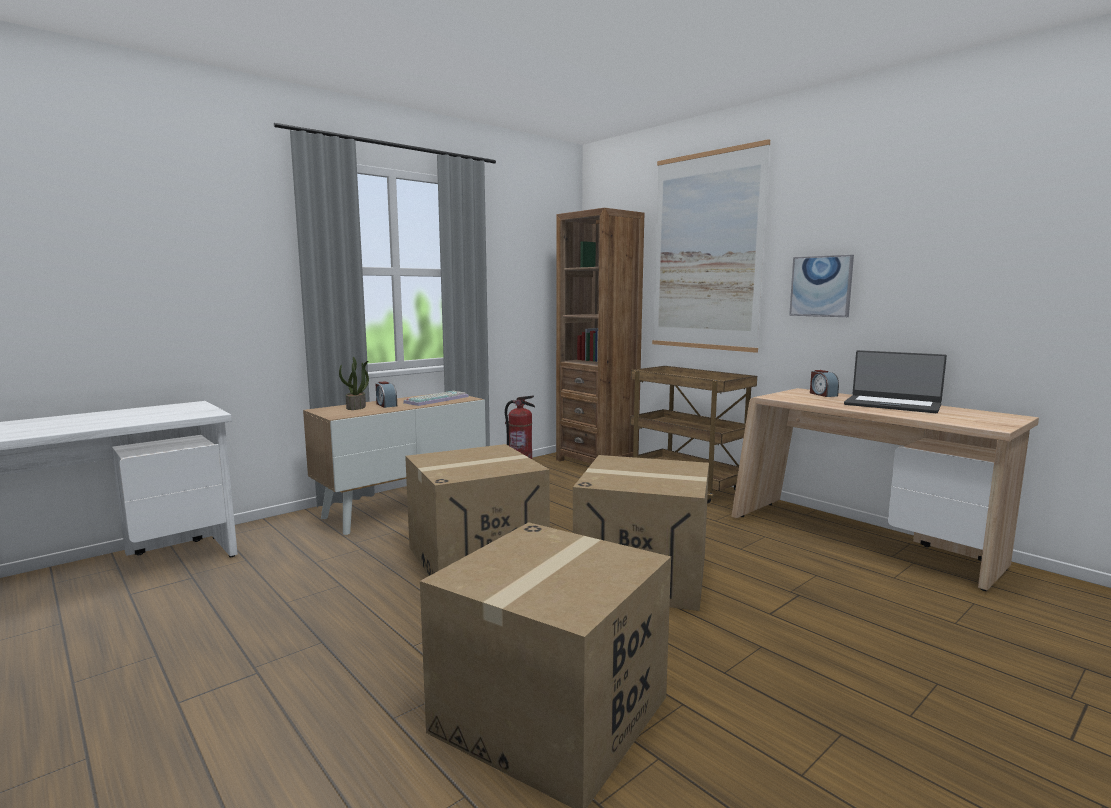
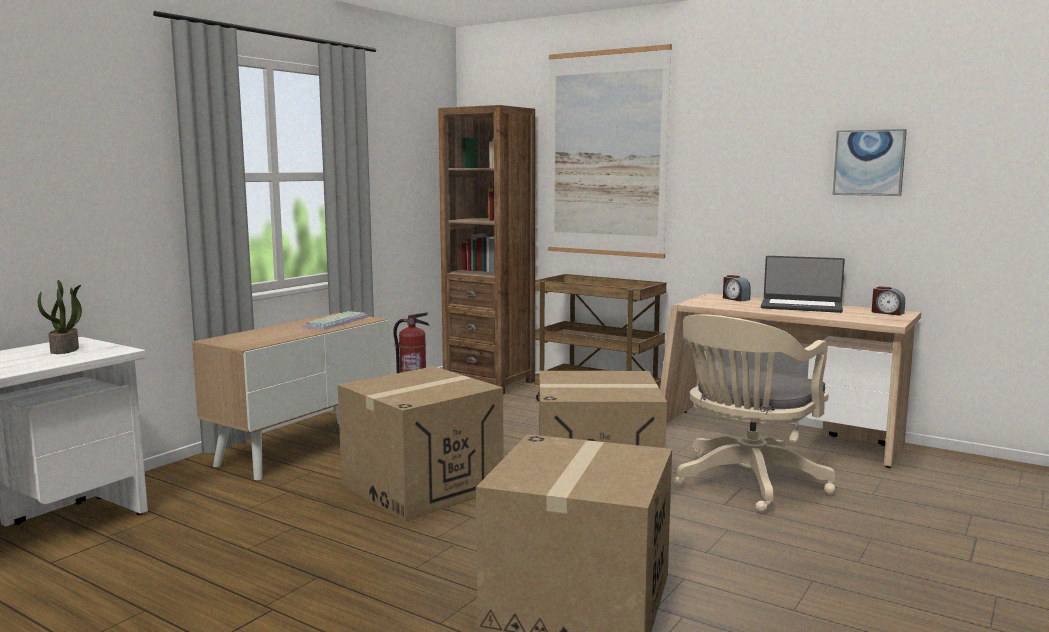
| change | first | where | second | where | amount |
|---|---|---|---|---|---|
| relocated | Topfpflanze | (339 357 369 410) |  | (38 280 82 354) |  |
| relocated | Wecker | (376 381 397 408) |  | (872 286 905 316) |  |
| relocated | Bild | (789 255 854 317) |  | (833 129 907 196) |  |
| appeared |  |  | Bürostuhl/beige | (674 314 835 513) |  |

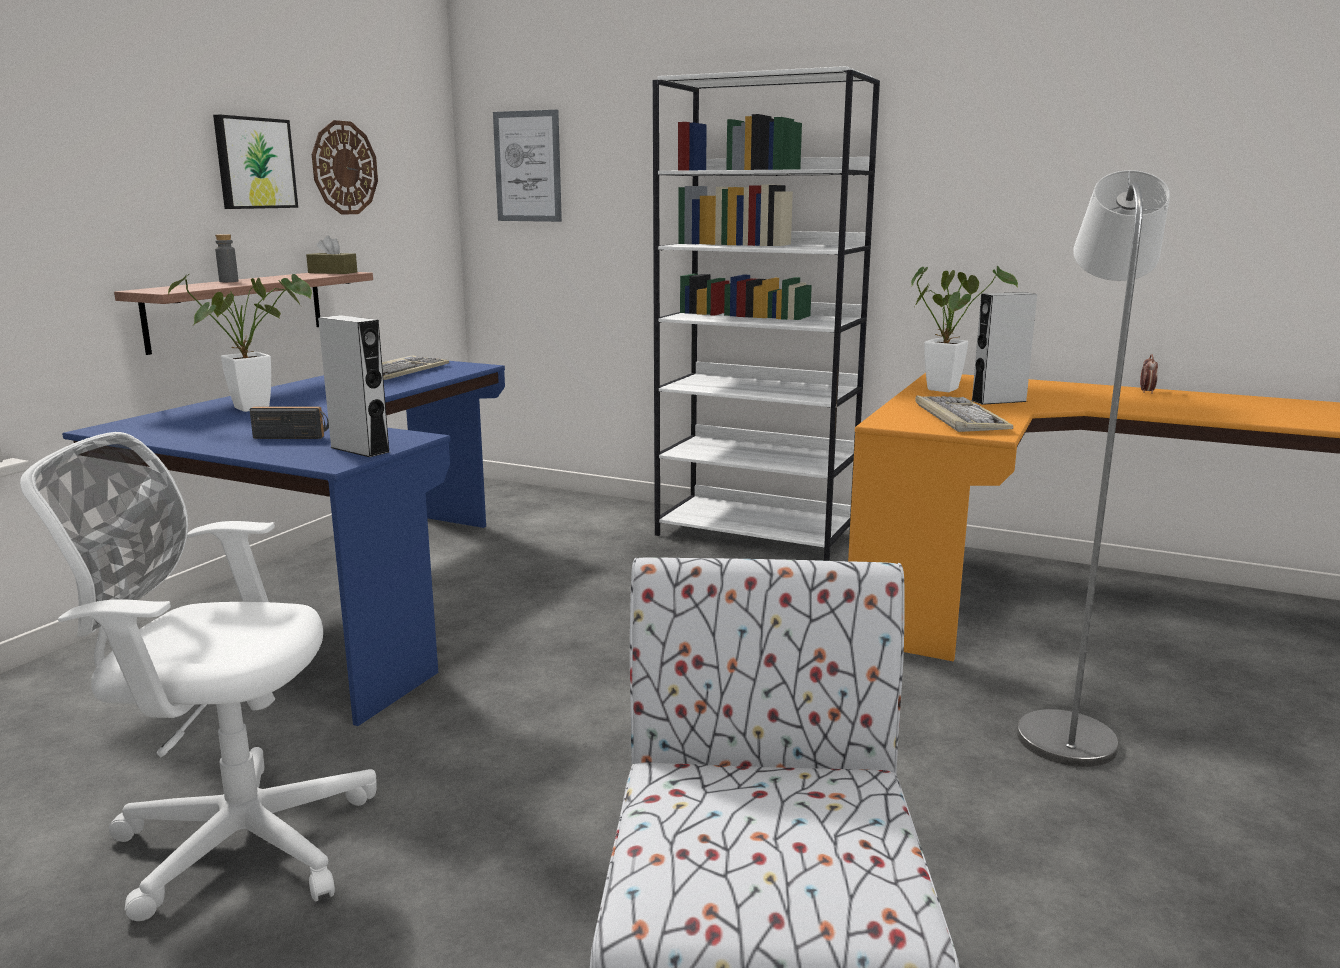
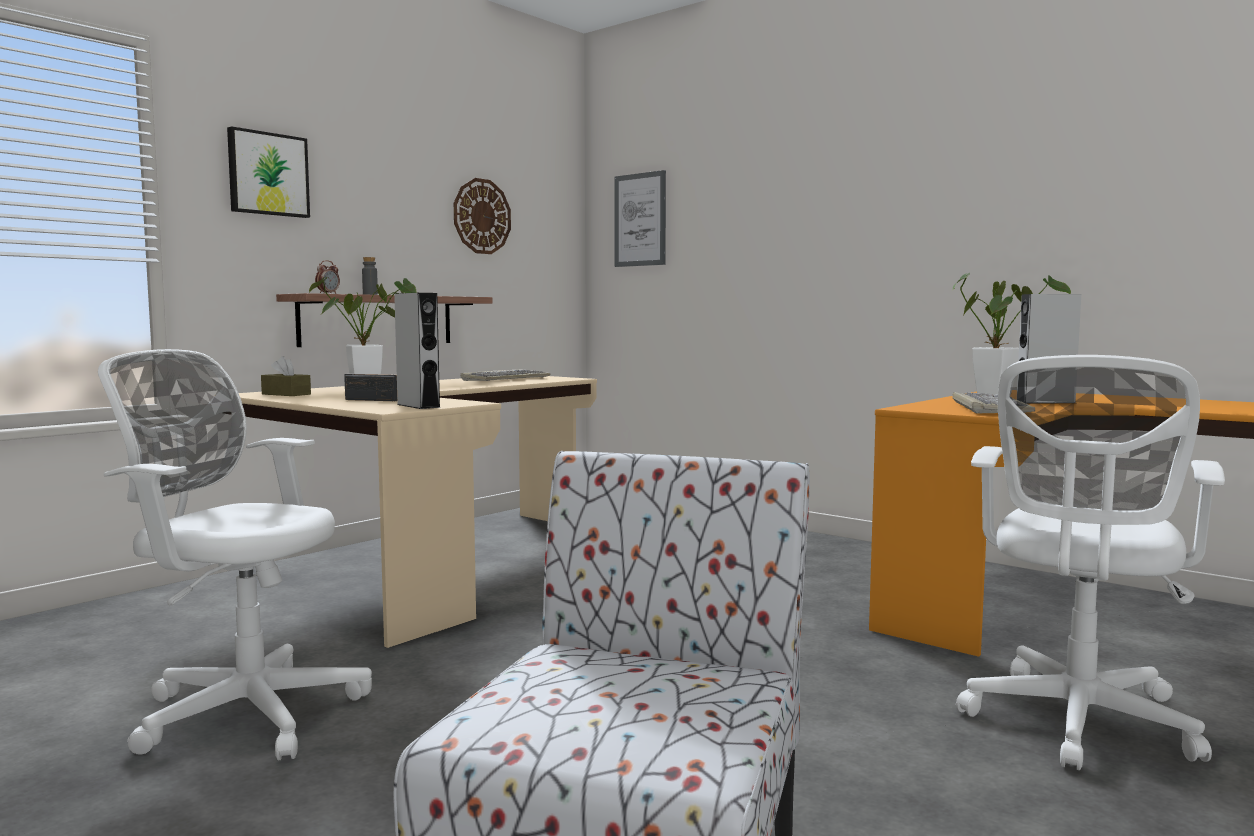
| change | first | where | second | where | amount |
|---|---|---|---|---|---|
| colour | Schreibtisch/blau | (62 361 505 726) | Schreibtisch/beige | (239 376 597 648) |  |
| relocated | Bild | (213 115 298 209) |  | (227 126 310 218) |  |
| relocated | Taschentuchbox/braun | (306 235 357 274) |  | (261 356 311 396) |  |
| missing | Bücherregal/weiß | (653 66 880 561) |  |  |  |
| exchanged | Stehlampe/grau | (1017 170 1170 767) | Bürostuhl/weiß | (956 355 1225 770) |  |
| relocated | Wecker | (1140 354 1158 394) |  | (315 260 340 294) |  |

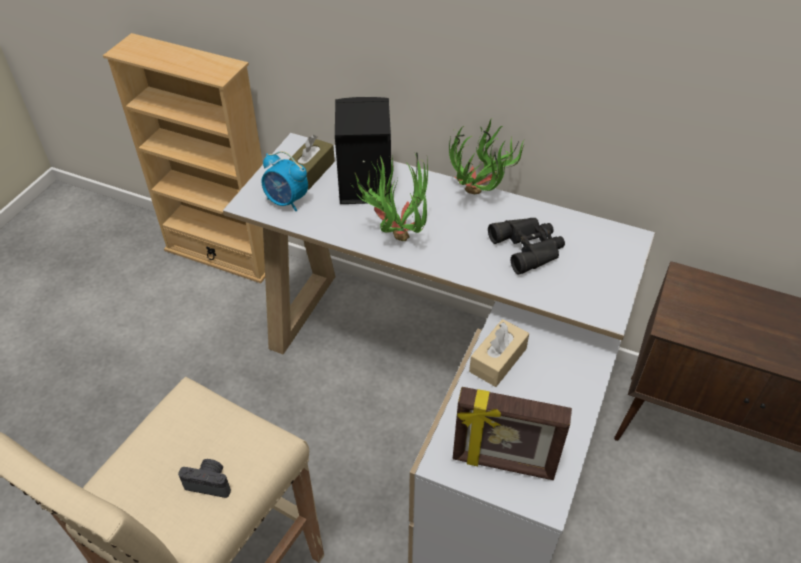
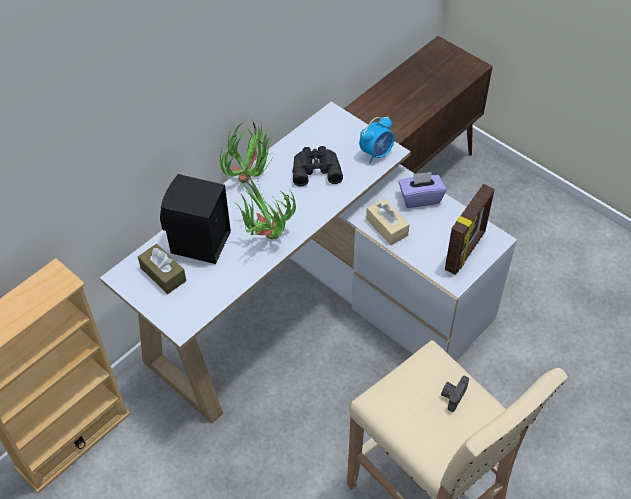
| change | first | where | second | where | amount |
|---|---|---|---|---|---|
| relocated | Wecker | (261 151 308 211) |  | (359 116 395 163) |  |
| appeared |  |  | Taschentuchbox/lila | (398 172 446 208) |  |

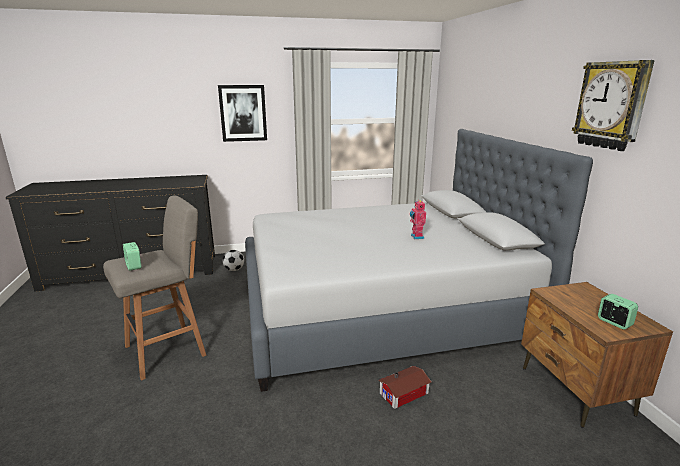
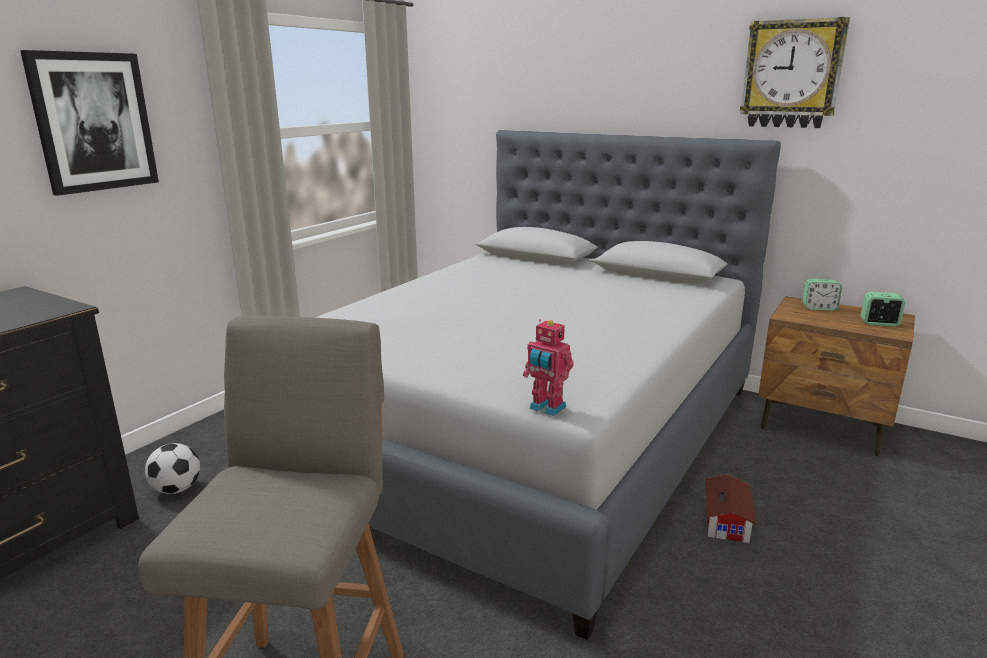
| change | first | where | second | where | amount |
|---|---|---|---|---|---|
| relocated | Wecker | (123 242 142 271) |  | (802 279 842 311) |  |
| relocated | Spielzeugroboter | (410 200 426 239) |  | (523 319 574 416) |  |

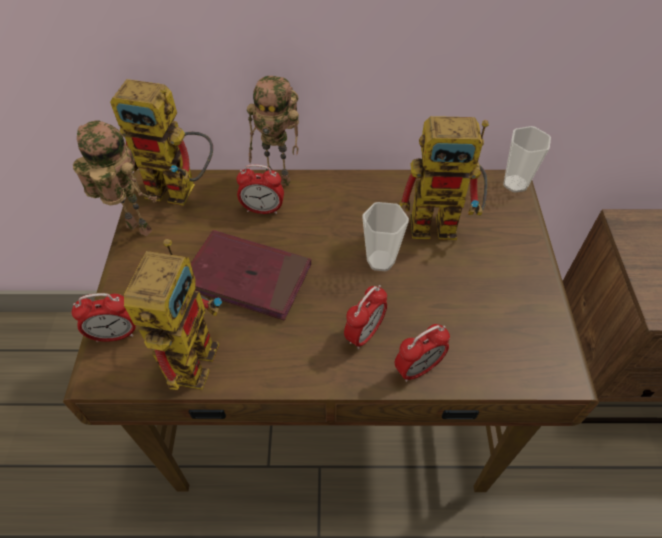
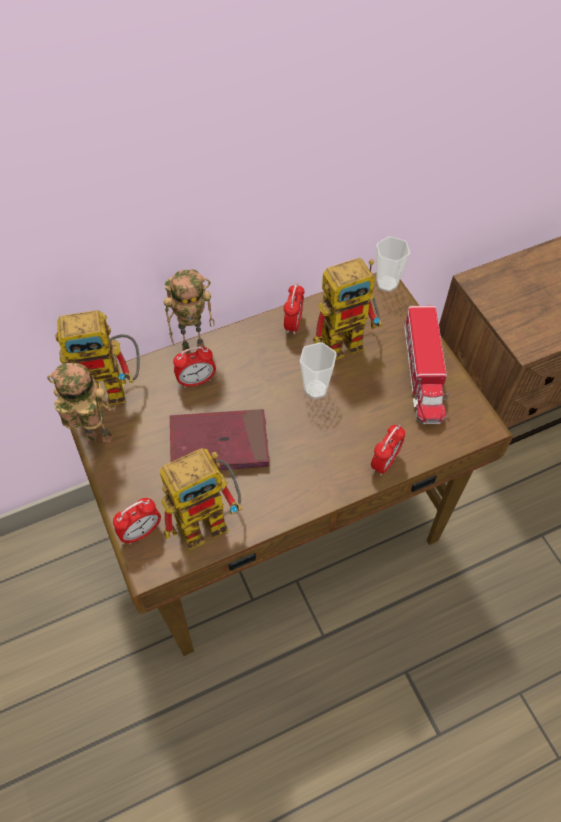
| change | first | where | second | where | amount |
|---|---|---|---|---|---|
| spun | Spielzeugroboter | (124 239 222 390) |  | (159 448 243 550) | 75 degrees clockwise |
| relocated | Wecker | (344 285 387 349) |  | (284 283 305 335) |  |
| appeared |  |  | Spielzeuglaster | (404 306 449 424) |  |

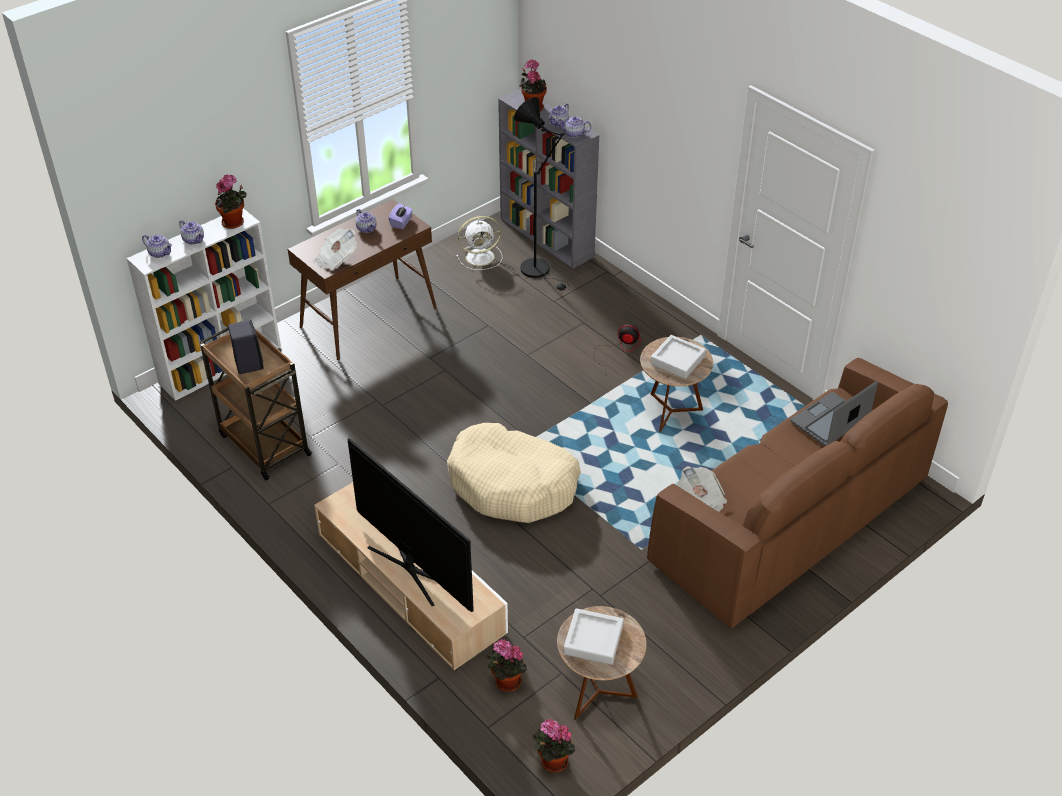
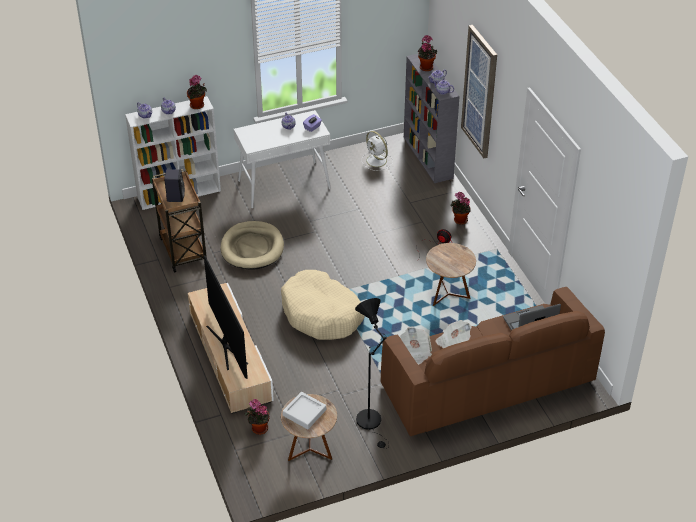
| change | first | where | second | where | amount |
|---|---|---|---|---|---|
| colour | Konsolentisch/braun | (288 199 437 360) | Konsolentisch/weiß | (234 110 331 208) |  |
| relocated | Zeitung | (313 228 357 270) |  | (436 320 472 348) |  |
| spun | Ventilator/weiß | (456 216 502 270) |  | (362 131 393 171) | 45 degrees clockwise |
| relocated | Stehlampe/schwarz | (514 97 570 290) |  | (355 298 389 449) |  |
| relocated | Topfpflanze | (532 719 575 773) |  | (451 192 471 225) |  |
| missing | Tablett/grau | (650 335 706 379) |  |  |  |
| appeared |  |  | Hundebett/beige | (221 221 284 270) |  |
| appeared |  |  | Bild | (461 25 497 158) |  |

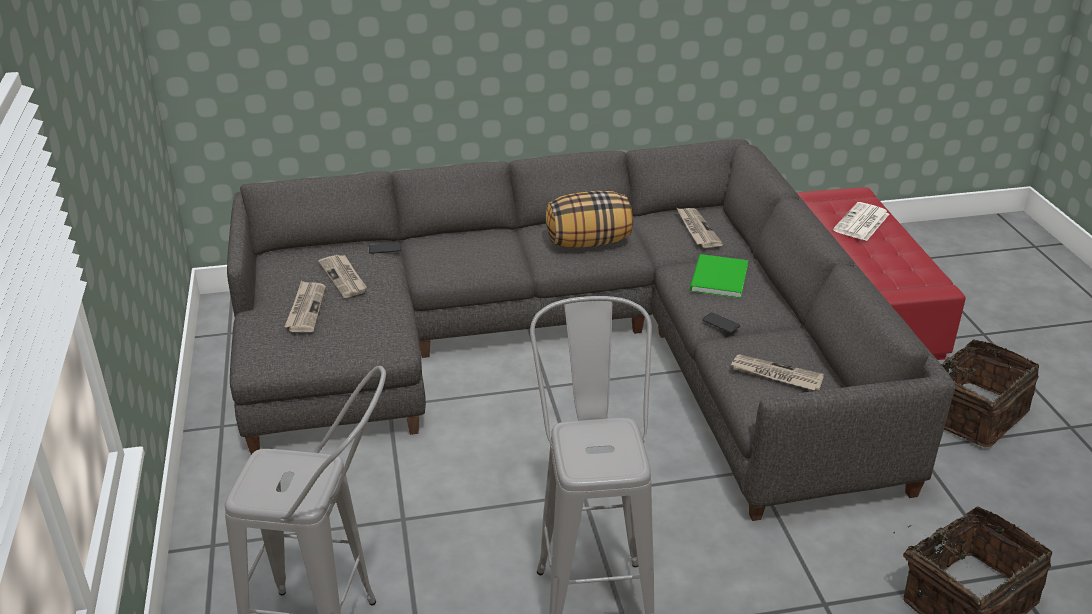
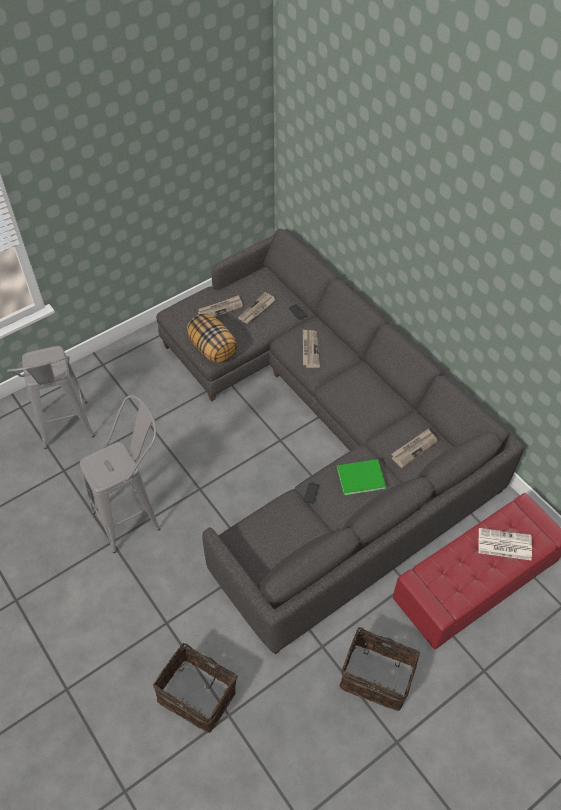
| change | first | where | second | where | amount |
|---|---|---|---|---|---|
| relocated | Kissen | (546 191 633 248) |  | (187 313 237 364) |  |
| relocated | Zeitung | (730 354 824 390) |  | (303 329 320 368) |  |

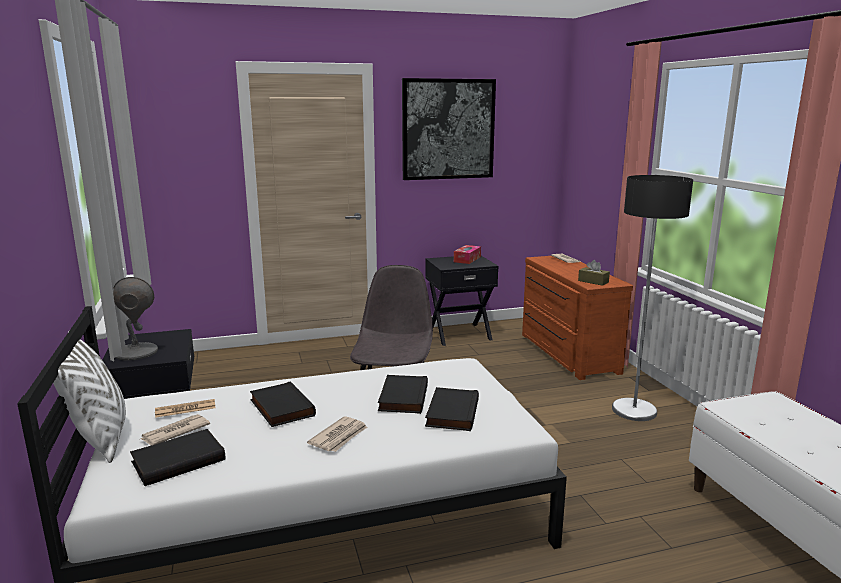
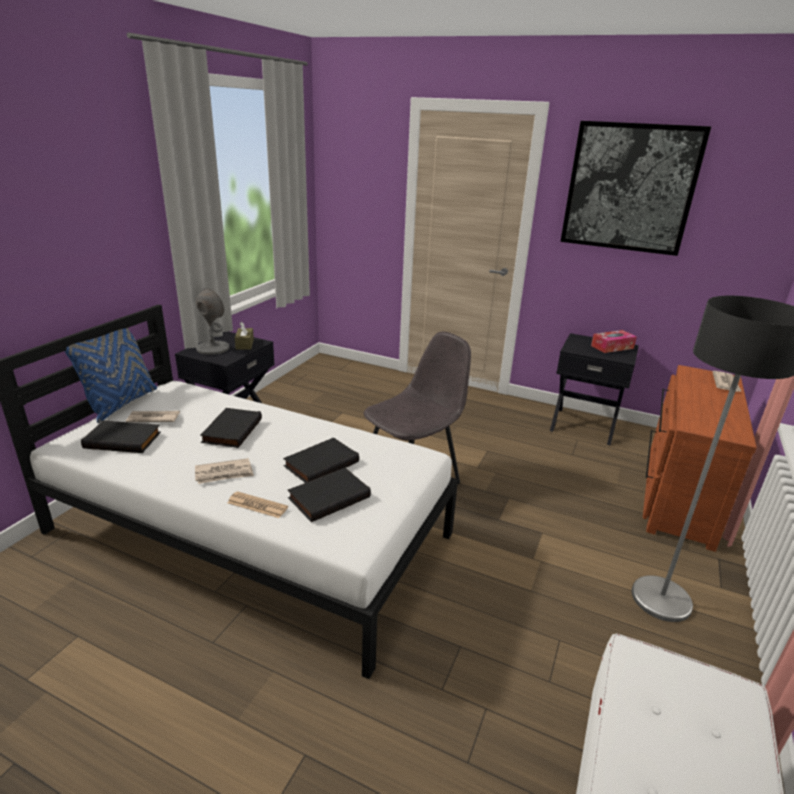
| change | first | where | second | where | amount |
|---|---|---|---|---|---|
| colour | Kissen/weiß | (53 330 126 463) | Kissen/blau | (65 328 157 423) |  |
| relocated | Zeitung | (155 399 216 418) |  | (228 491 288 518) |  |
| relocated | Taschentuchbox/braun | (578 260 610 286) |  | (235 321 254 350) |  |

